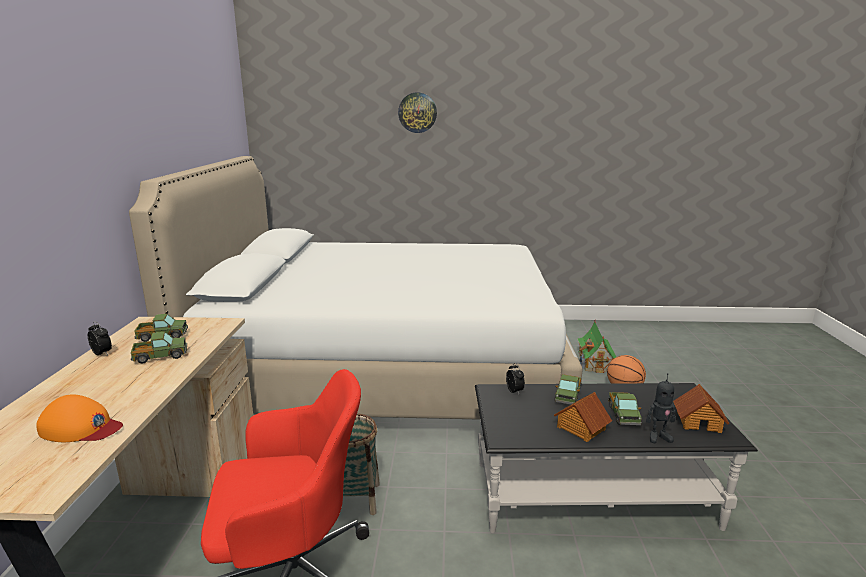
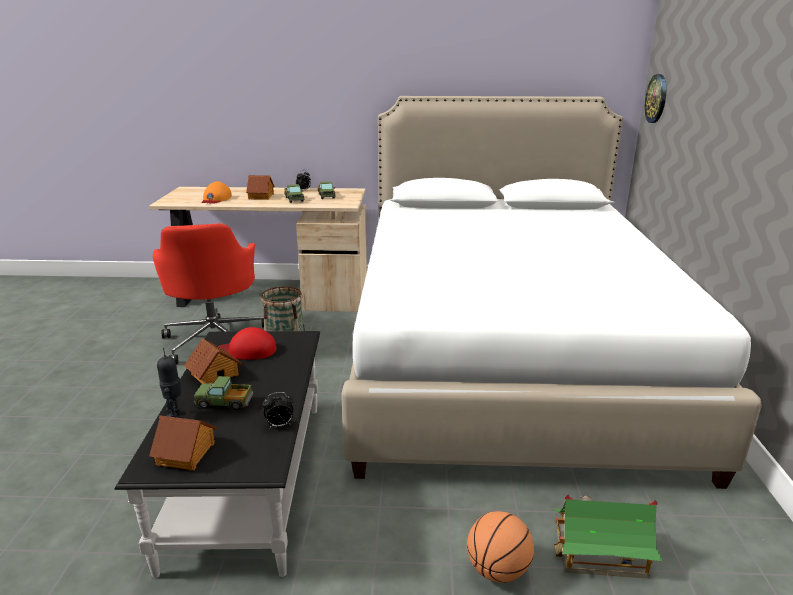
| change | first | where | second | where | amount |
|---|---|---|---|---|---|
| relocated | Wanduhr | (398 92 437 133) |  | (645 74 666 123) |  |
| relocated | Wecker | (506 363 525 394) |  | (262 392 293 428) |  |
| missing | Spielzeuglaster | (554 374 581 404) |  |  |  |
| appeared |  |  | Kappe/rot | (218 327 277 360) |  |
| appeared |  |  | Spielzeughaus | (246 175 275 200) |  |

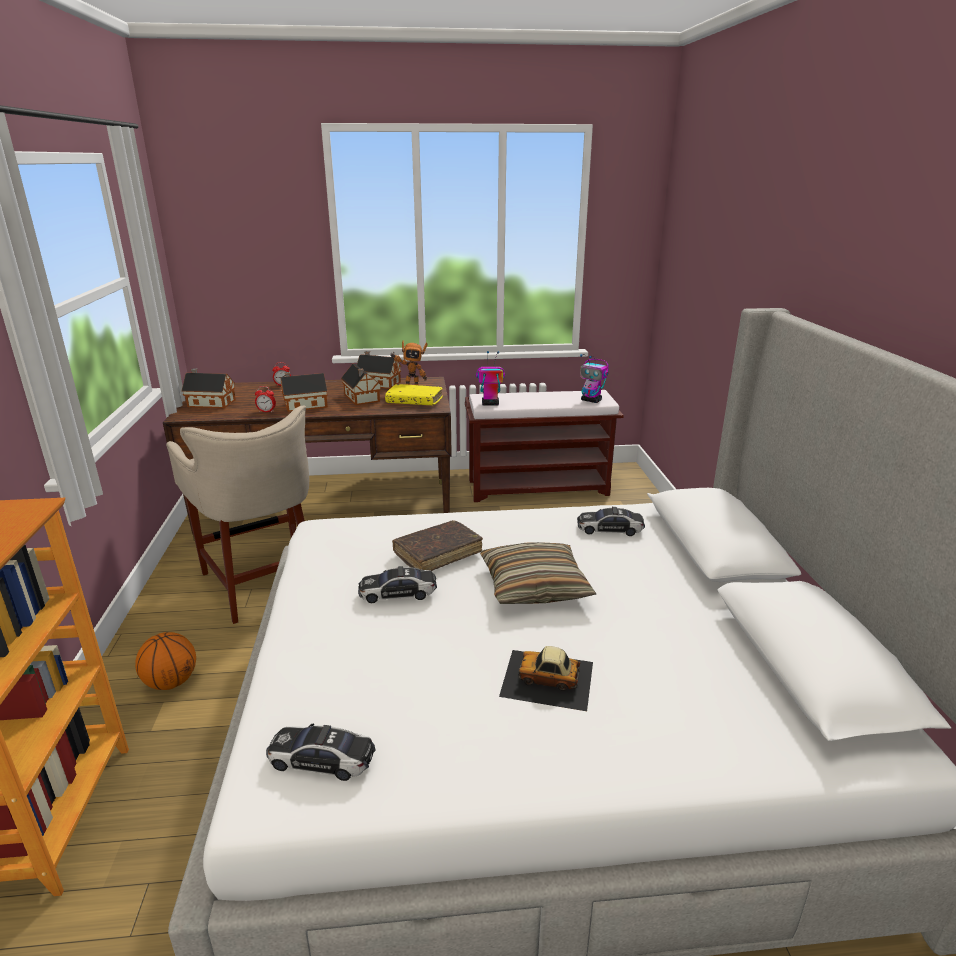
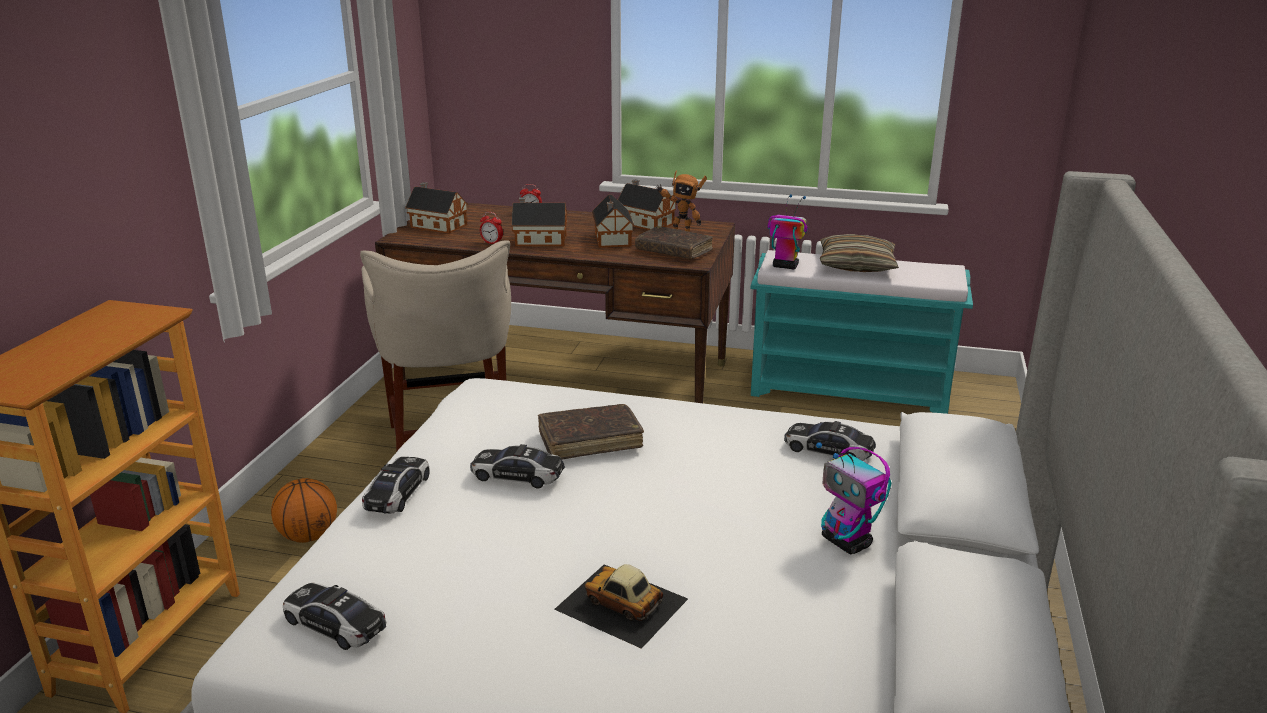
| change | first | where | second | where | amount |
|---|---|---|---|---|---|
| colour | Buch/gelb | (385 384 443 405) | Buch/braun | (635 226 713 259) |  |
| colour | Bank/braun | (465 390 624 502) | Bank/türkis | (750 250 973 414) |  |
| relocated | Kissen | (480 542 596 604) |  | (819 234 899 272) |  |
| relocated | Spielzeugroboter | (580 354 609 403) |  | (816 442 891 554) |  |
| appeared |  |  | Spielzeugauto | (362 457 429 514) |  |

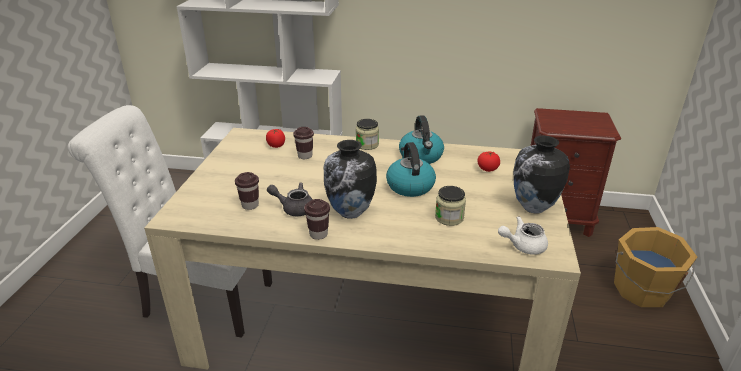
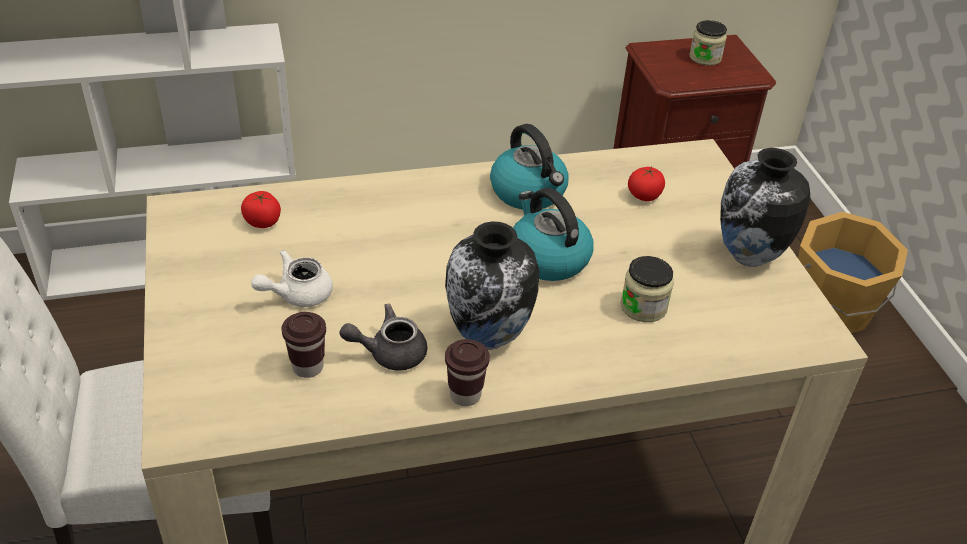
| change | first | where | second | where | amount |
|---|---|---|---|---|---|
| missing | Tasse/braun | (293 127 314 159) |  |  |  |
| relocated | Vorratsglas | (356 119 379 150) |  | (689 20 727 66) |  |
| relocated | Teekanne/weiß | (498 216 548 255) |  | (251 250 333 307) |  |

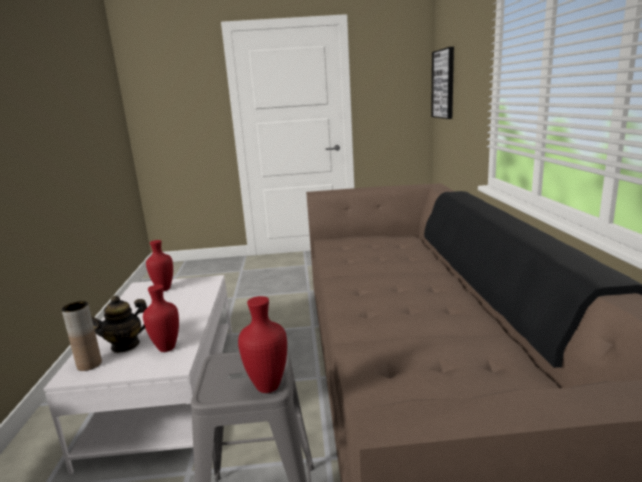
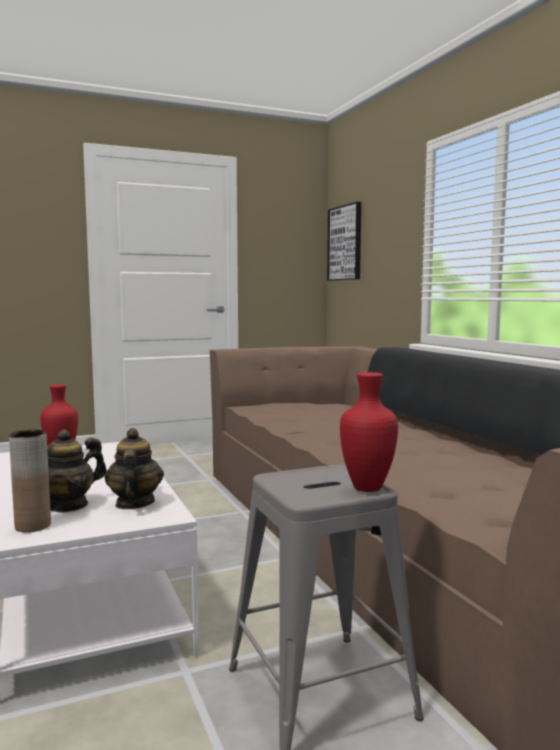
| change | first | where | second | where | amount |
|---|---|---|---|---|---|
| exchanged | Vase/rot | (143 284 179 352) | Teekanne | (104 428 164 509) |  |

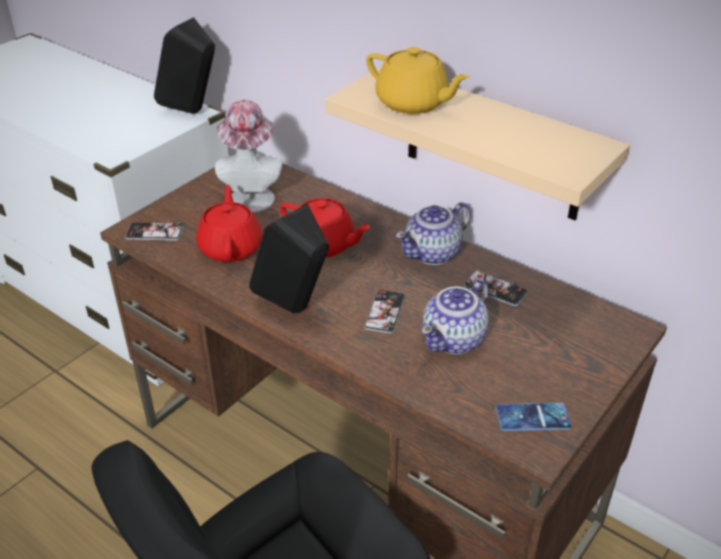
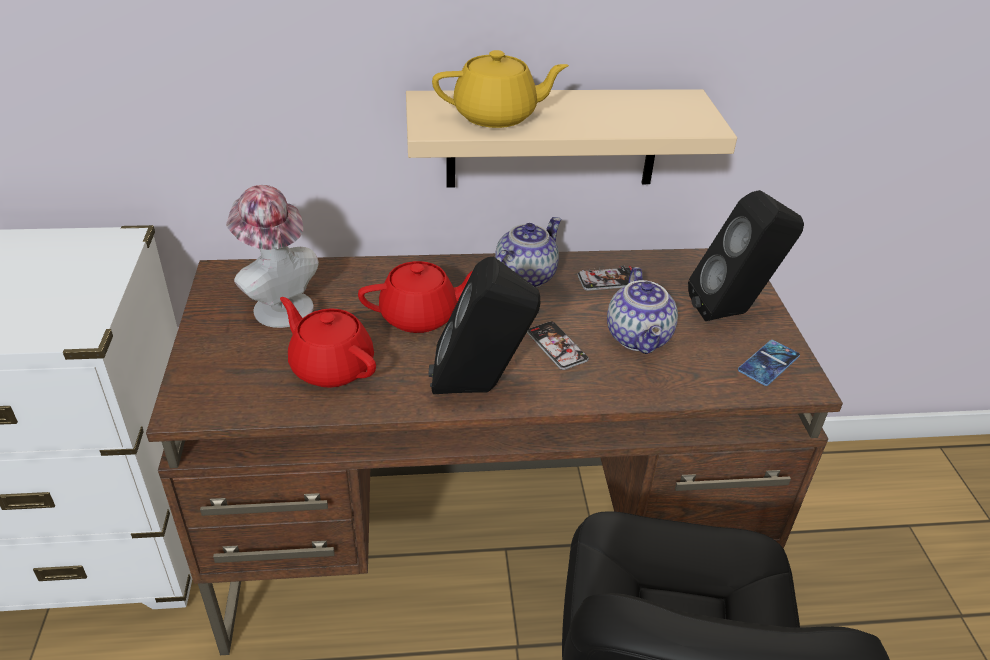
| change | first | where | second | where | amount |
|---|---|---|---|---|---|
| missing | Handy | (125 222 184 241) |  |  |  |
| relocated | Lautsprecher/schwarz | (154 17 215 114) |  | (688 190 804 321) |  |
| spun | Teekanne | (396 202 471 265) |  | (495 217 562 288) | 150 degrees counterclockwise |

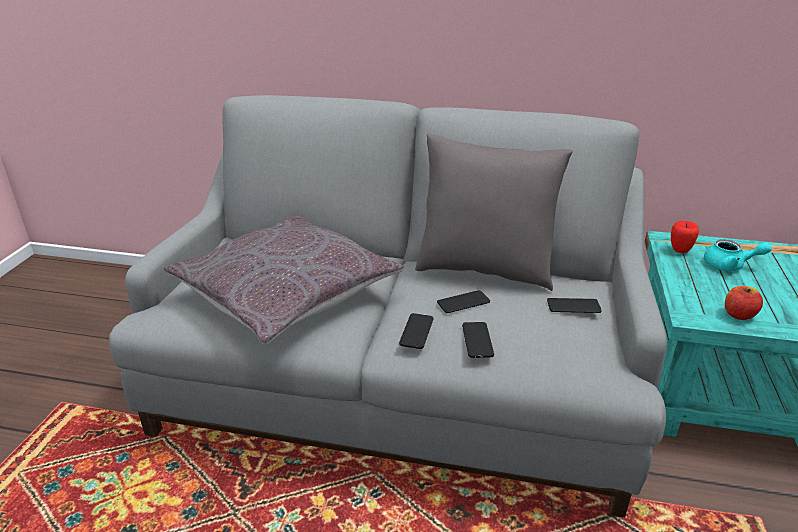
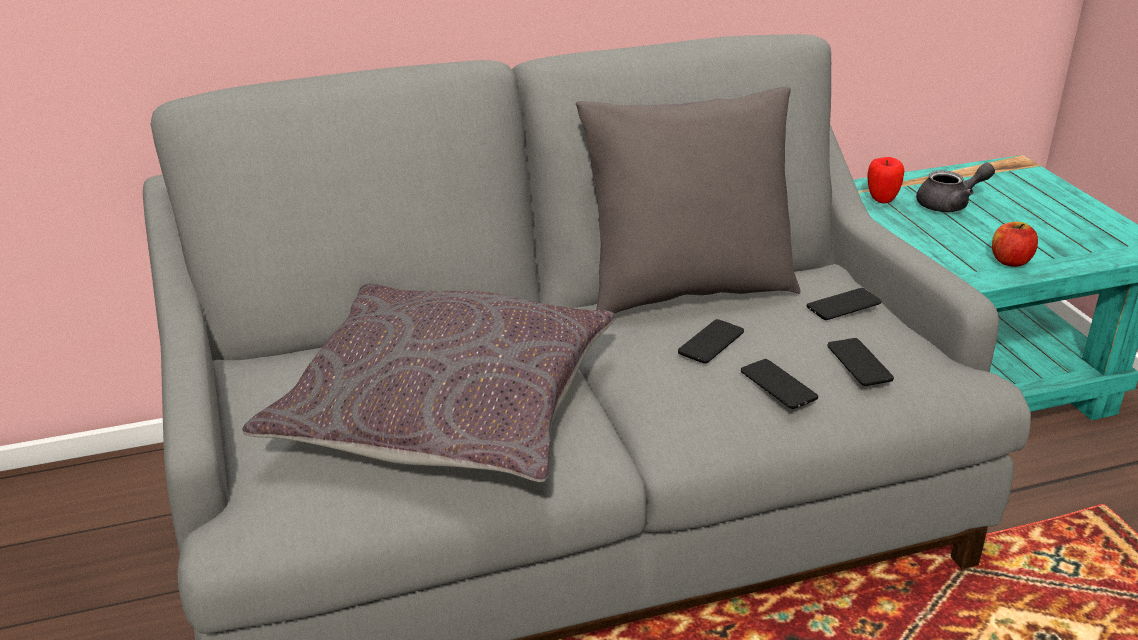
| change | first | where | second | where | amount |
|---|---|---|---|---|---|
| relocated | Handy | (399 313 433 349) |  | (827 338 894 386) |  |
| colour | Teekanne/türkis | (704 239 772 271) | Teekanne/grau | (916 163 995 212) |  |

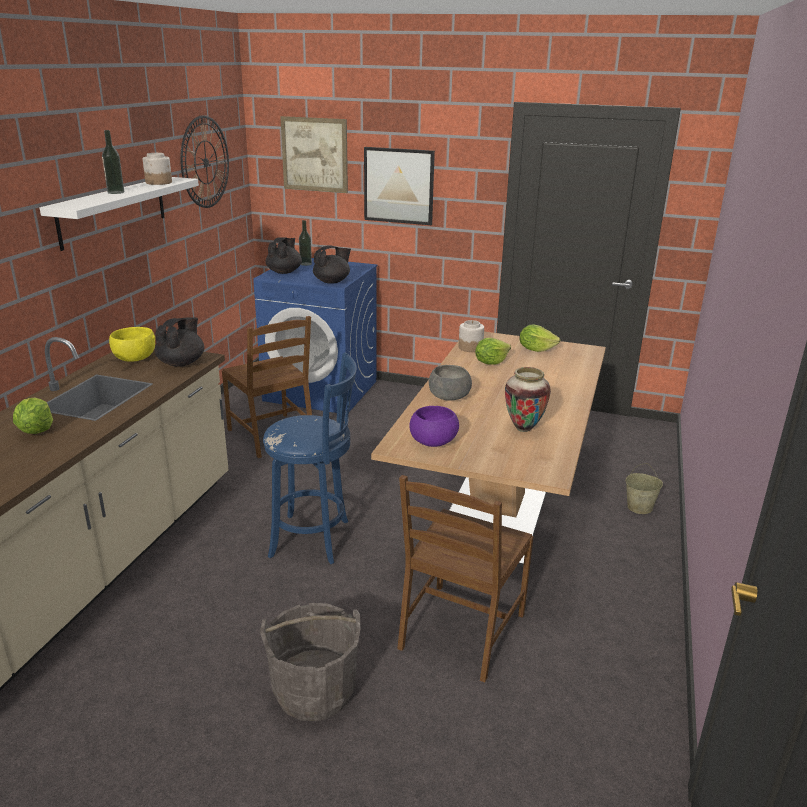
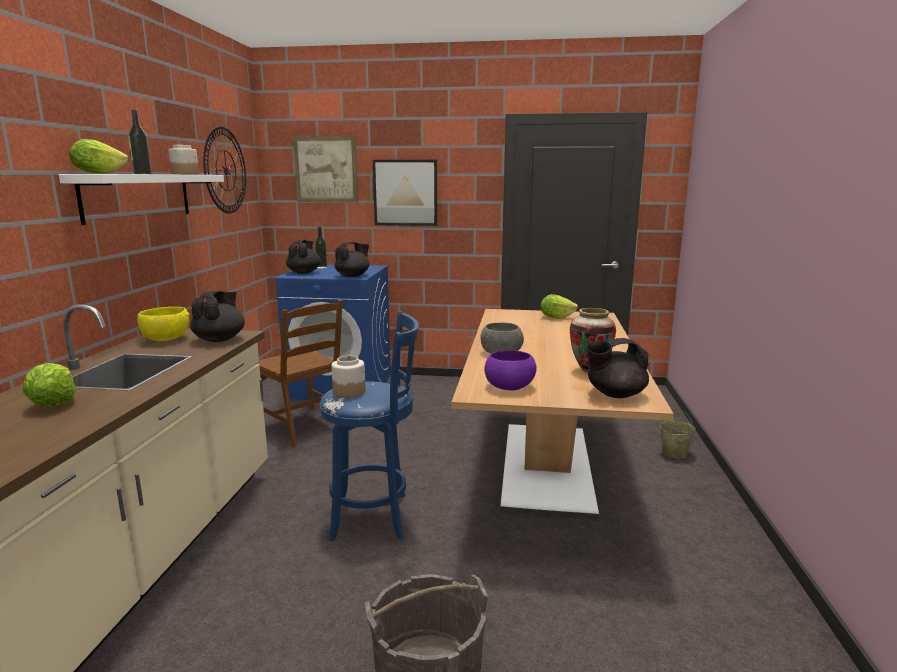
| change | first | where | second | where | amount |
|---|---|---|---|---|---|
| missing | Stuhl/braun | (397 475 533 682) |  |  |  |
| relocated | Vorratsglas | (459 320 484 352) |  | (331 356 366 398) |  |
| relocated | Salatkopf | (475 338 511 365) |  | (70 139 128 174) |  |
| appeared |  |  | Teekanne/schwarz | (586 338 649 398) |  |

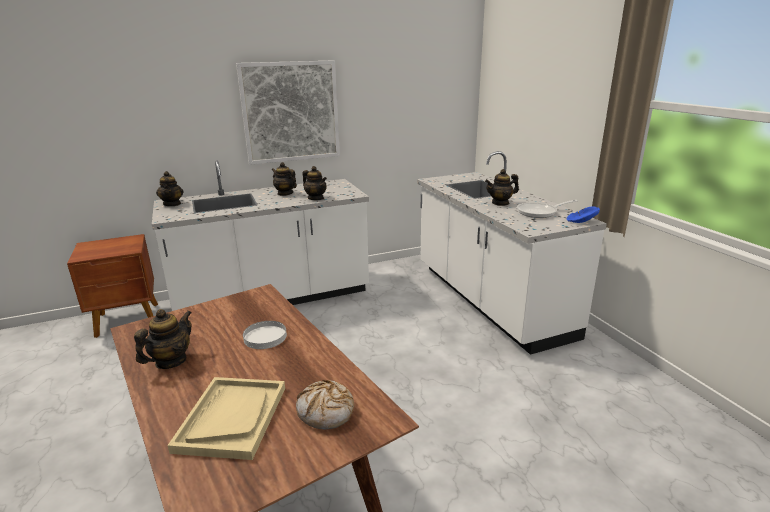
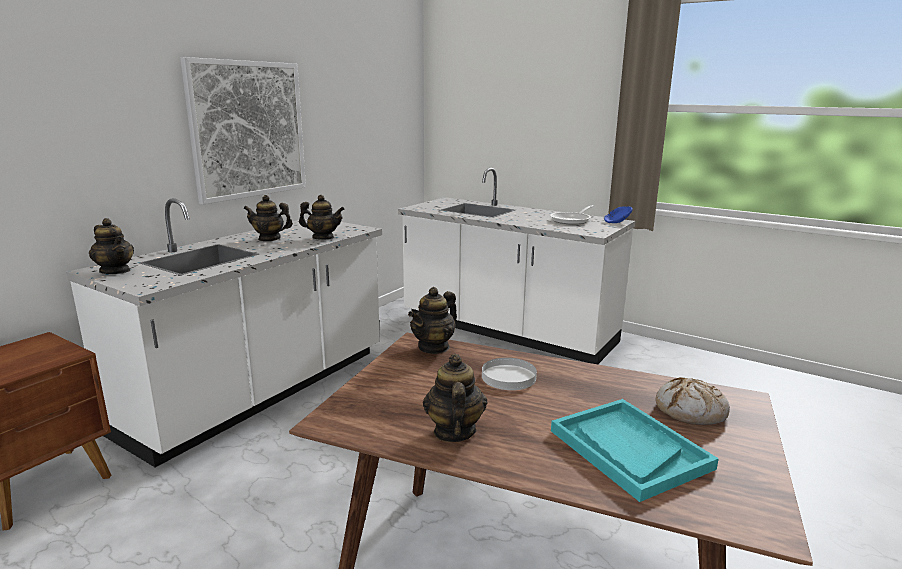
| change | first | where | second | where | amount |
|---|---|---|---|---|---|
| colour | Tablett/beige | (167 377 285 460) | Tablett/türkis | (551 399 719 502) |  |
| relocated | Teekanne | (485 169 519 206) |  | (408 287 457 354) |  |

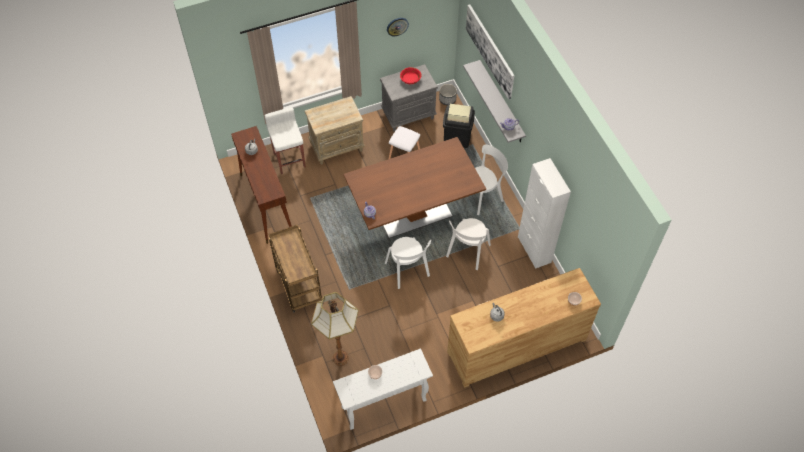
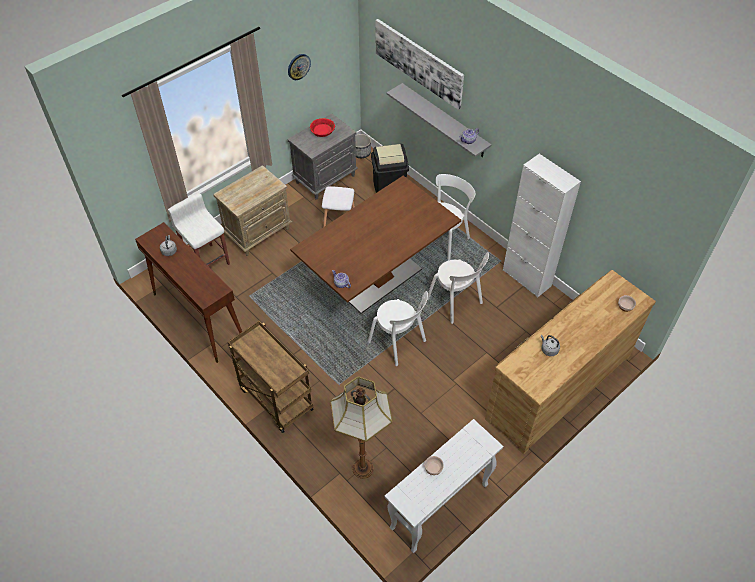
| change | first | where | second | where | amount |
|---|---|---|---|---|---|
| spun | Stuhl/weiß | (446 218 491 270) |  | (427 252 489 324) | 45 degrees counterclockwise |

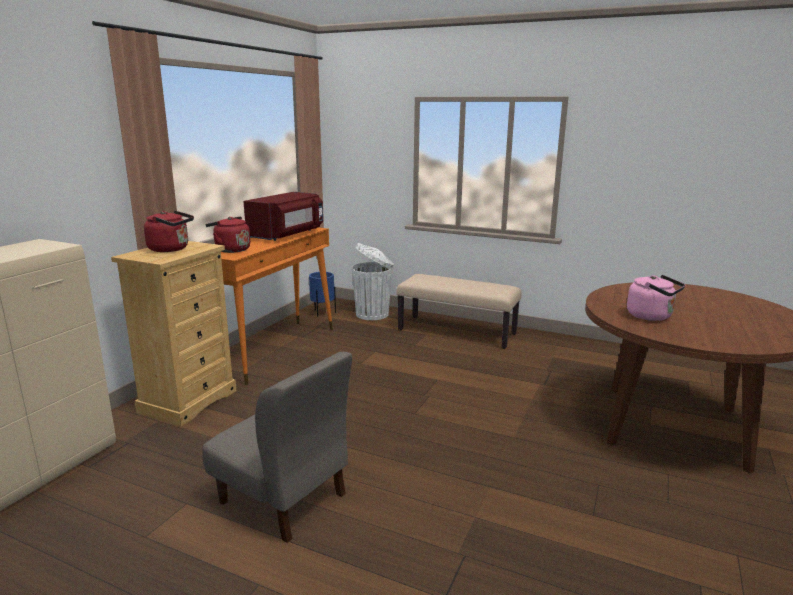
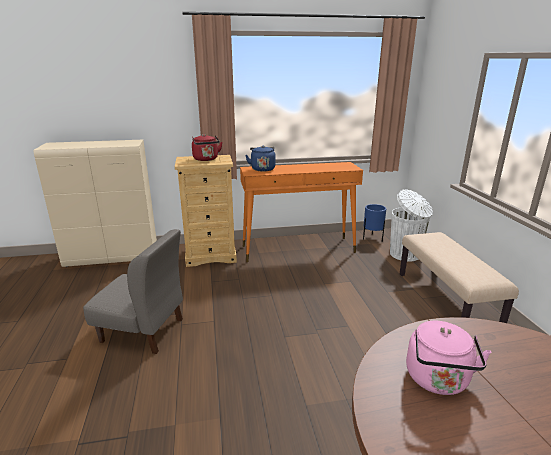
| change | first | where | second | where | amount |
|---|---|---|---|---|---|
| spun | Stuhl/grau | (202 352 352 543) |  | (83 229 183 354) | 75 degrees counterclockwise |
| colour | Wasserkessel/rot | (205 216 250 253) | Wasserkessel/blau | (246 146 276 172) |  |
| missing | Mikrowelle/rot | (243 192 323 241) |  |  |  |

